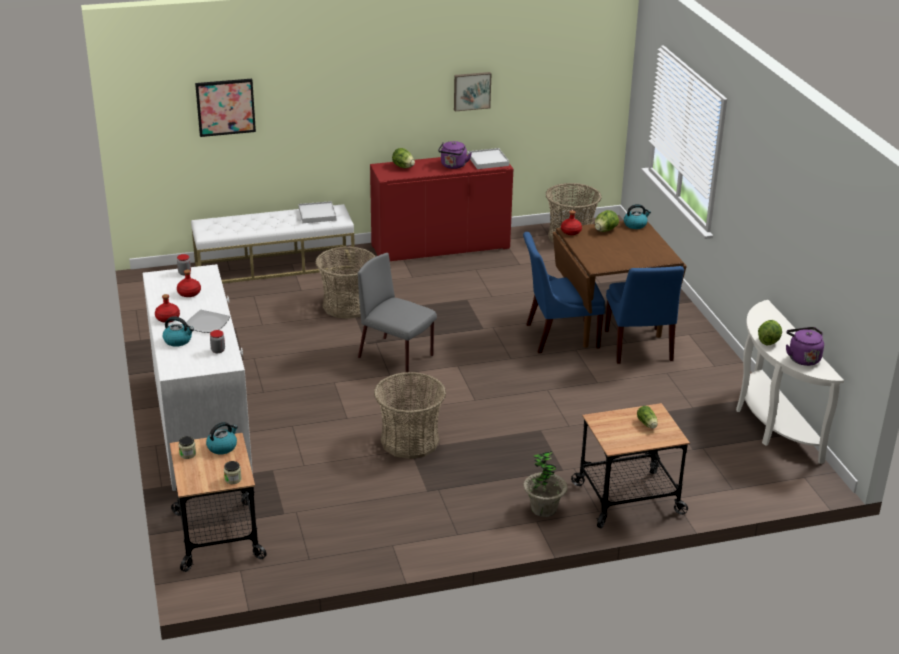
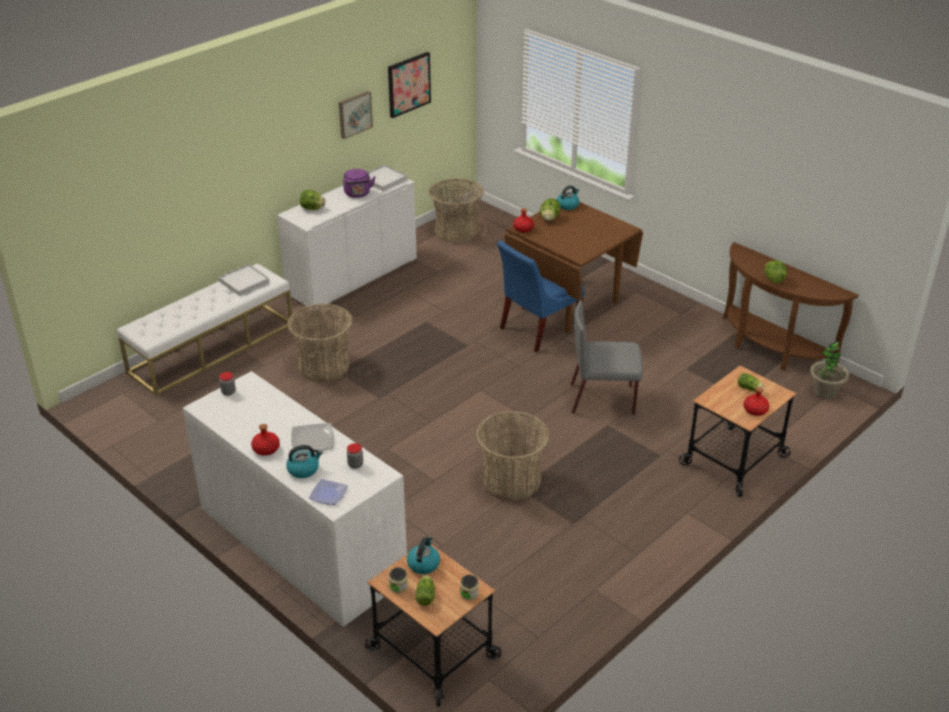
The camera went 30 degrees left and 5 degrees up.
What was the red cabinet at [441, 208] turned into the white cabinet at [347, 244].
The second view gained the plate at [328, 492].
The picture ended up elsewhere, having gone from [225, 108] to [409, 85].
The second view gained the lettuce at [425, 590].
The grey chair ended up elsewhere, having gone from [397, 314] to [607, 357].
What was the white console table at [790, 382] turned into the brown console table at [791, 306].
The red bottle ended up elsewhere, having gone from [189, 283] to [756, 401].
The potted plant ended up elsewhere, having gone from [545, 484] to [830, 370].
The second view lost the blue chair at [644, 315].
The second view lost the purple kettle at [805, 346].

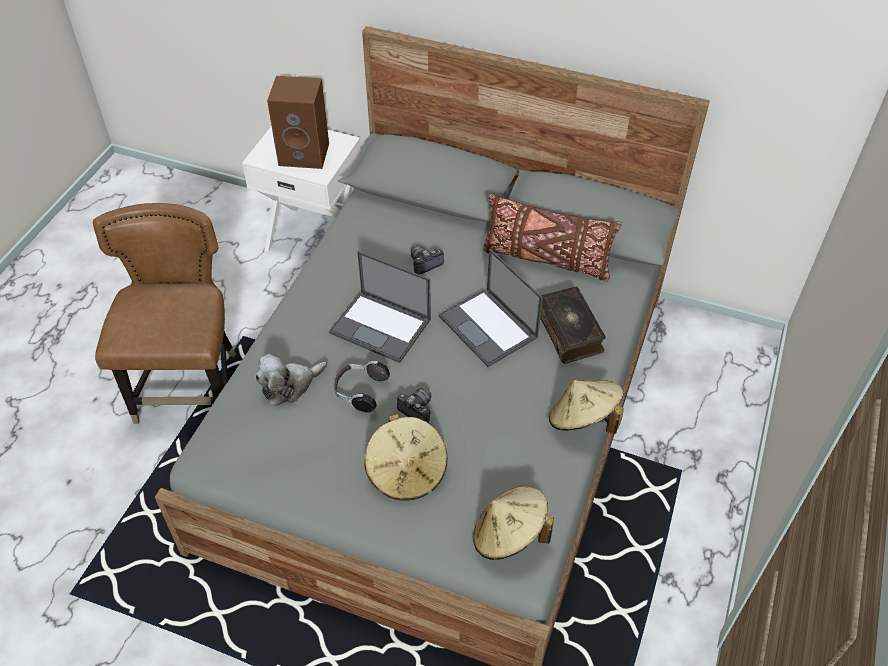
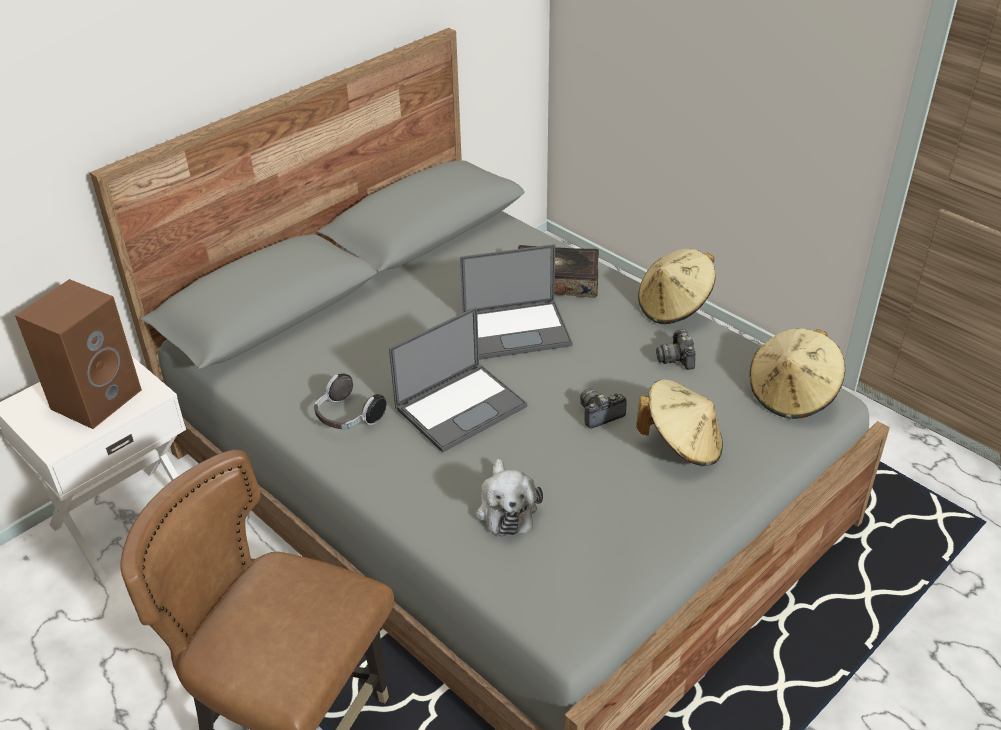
The camera went 65 degrees left and 10 degrees down.
The headphones ended up elsewhere, having gone from [362, 387] to [350, 401].
The photo camera ended up elsewhere, having gone from [427, 260] to [676, 349].
The second view lost the brown pillow at [552, 238].

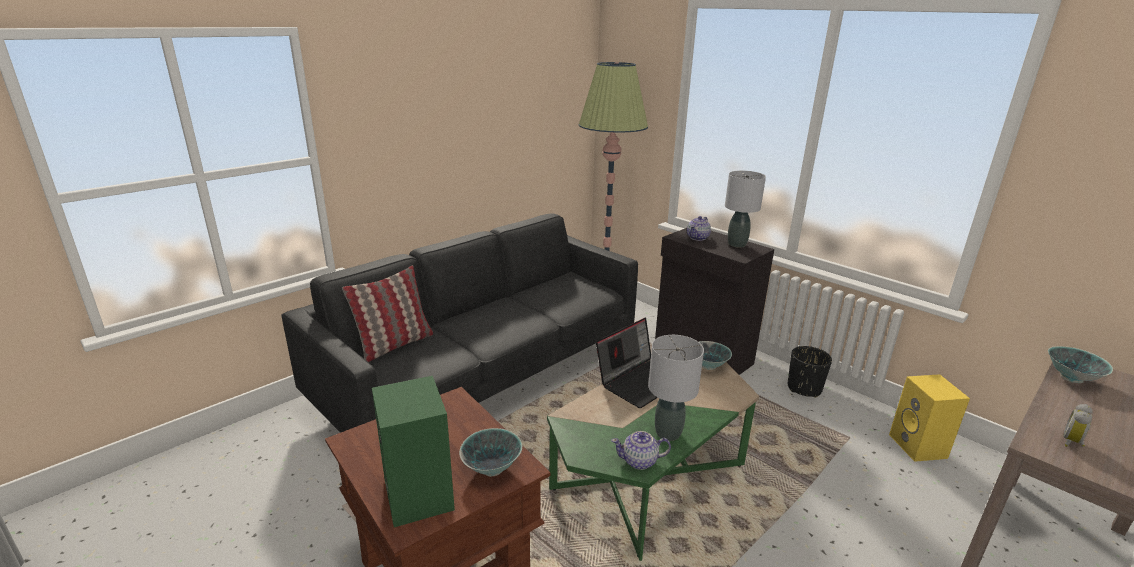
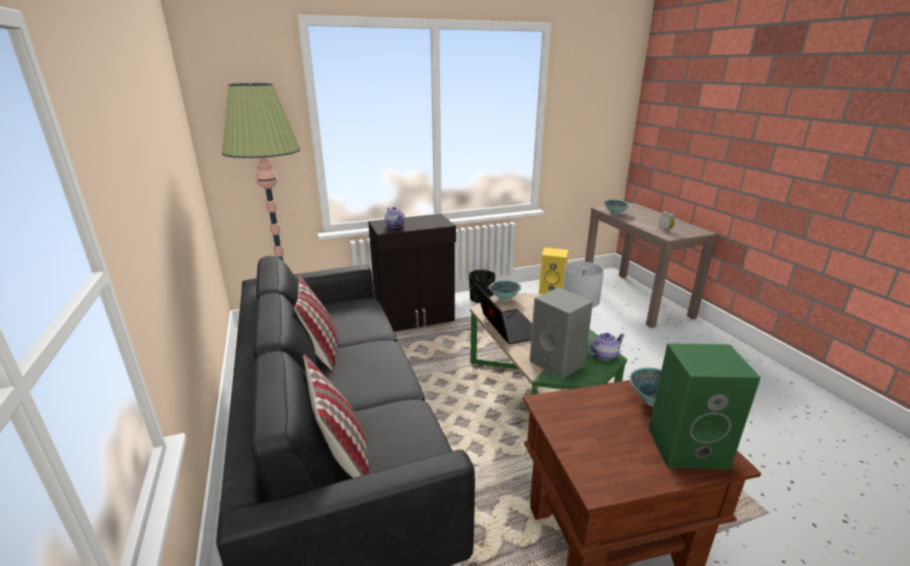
The camera went 65 degrees left and 0 degrees up.
The second view gained the pillow at [316, 322].
The second view gained the grey speaker at [561, 333].
The teapot at [641, 450] ended up facing another way, 135 degrees counterclockwise from before.
The second view lost the grey table lamp at [745, 209].

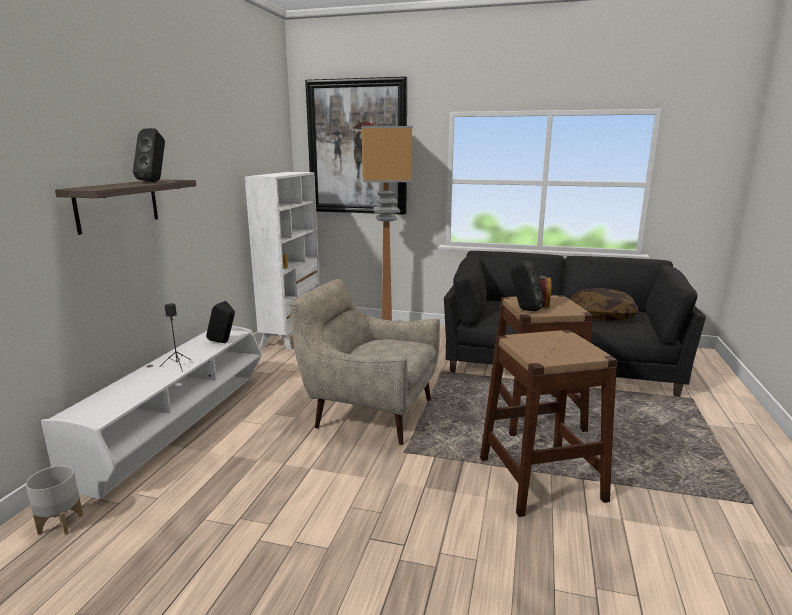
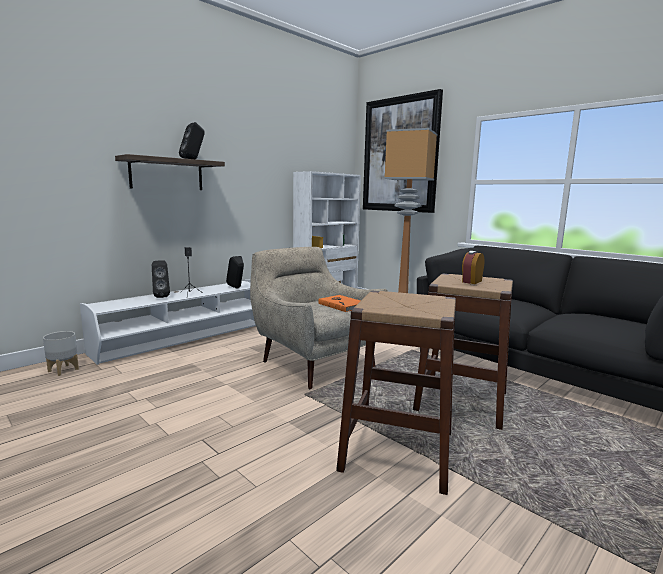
The camera went 30 degrees right and 5 degrees down.
The black speaker ended up elsewhere, having gone from [527, 285] to [161, 279].
The second view gained the orange book at [339, 303].
The second view lost the pillow at [605, 304].

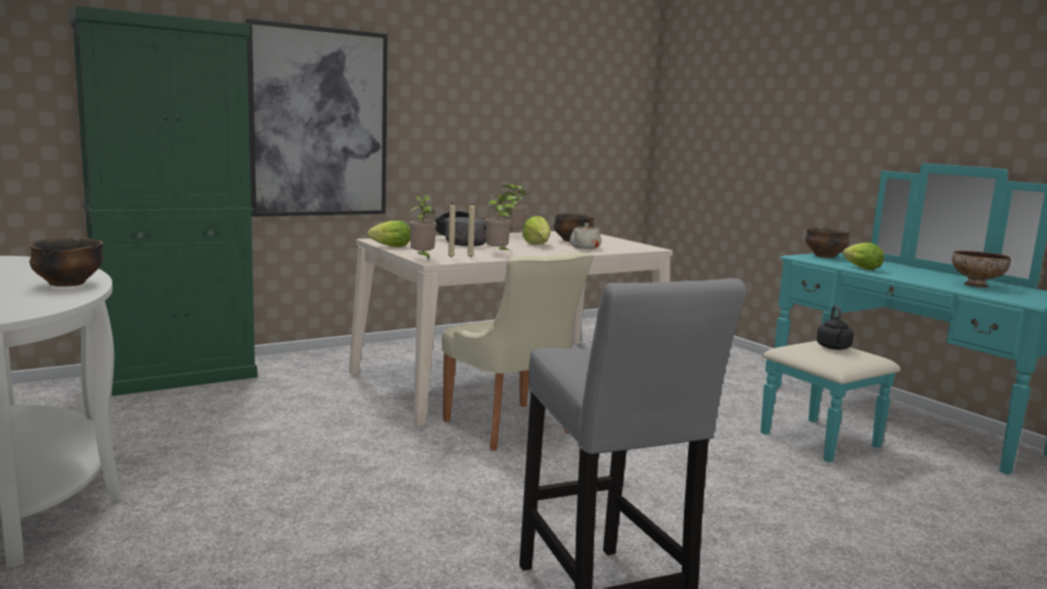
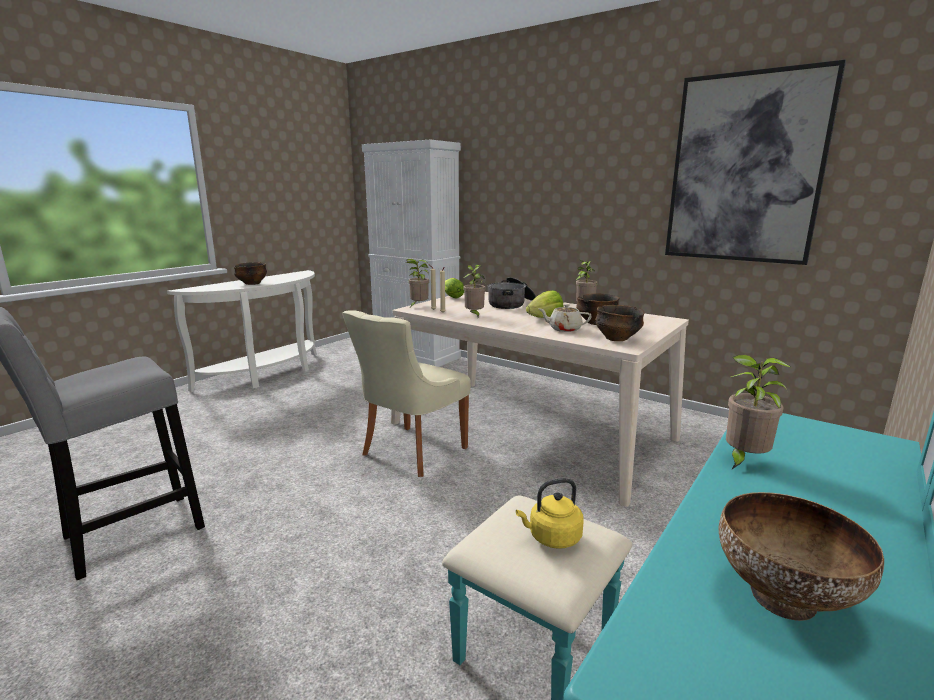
The camera went 70 degrees right and 5 degrees up.
What was the green cabinet at [163, 200] turned into the white cabinet at [411, 253].
What was the black kettle at [835, 327] turned into the yellow kettle at [550, 513].
The bowl ended up elsewhere, having gone from [827, 242] to [620, 323].
The picture ended up elsewhere, having gone from [317, 118] to [755, 162].
Where the lettuce stood at [863, 256], the potted plant came to stand at [758, 412].

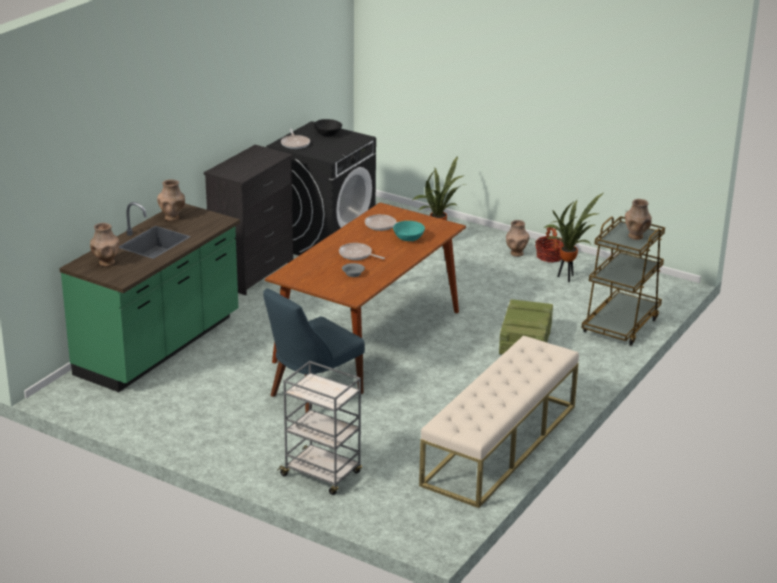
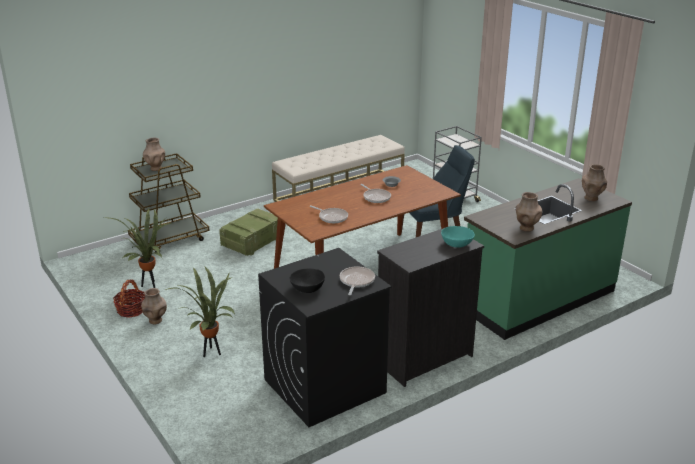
The camera went 155 degrees left and 0 degrees up.
The turquoise bowl ended up elsewhere, having gone from [409, 231] to [458, 237].

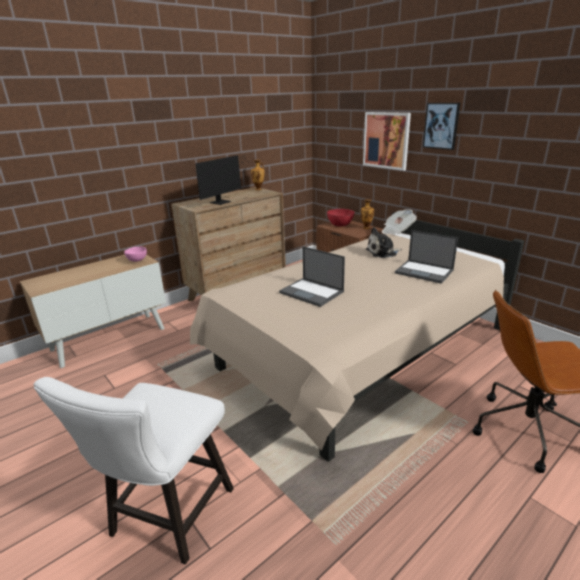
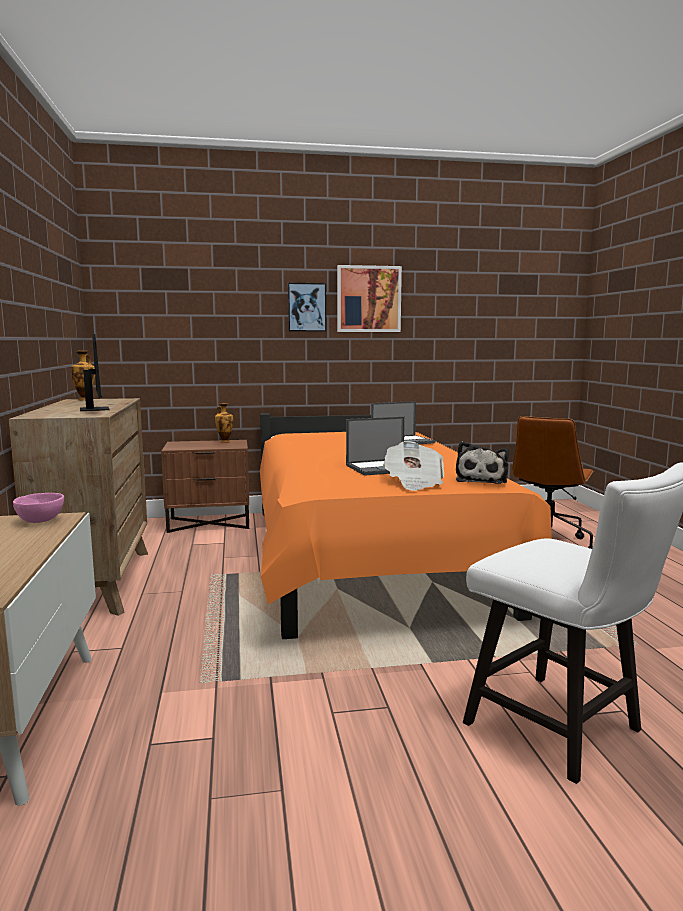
The camera went 60 degrees left and 15 degrees down.
What was the beige bed at [357, 337] turned into the orange bed at [406, 526].
The picture ended up elsewhere, having gone from [387, 141] to [369, 298].
The newspaper ended up elsewhere, having gone from [399, 221] to [413, 466].
The plush toy ended up elsewhere, having gone from [384, 242] to [482, 462].
The second view lost the red bowl at [341, 217].

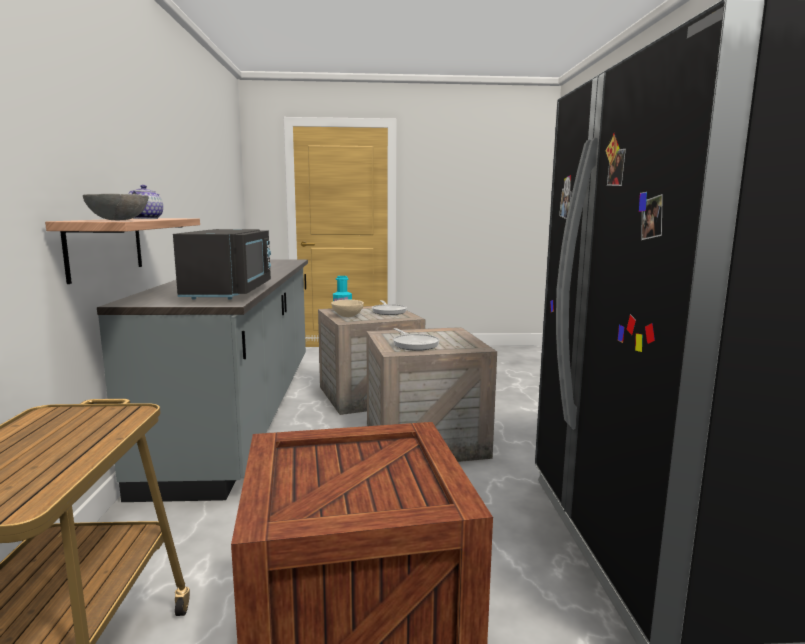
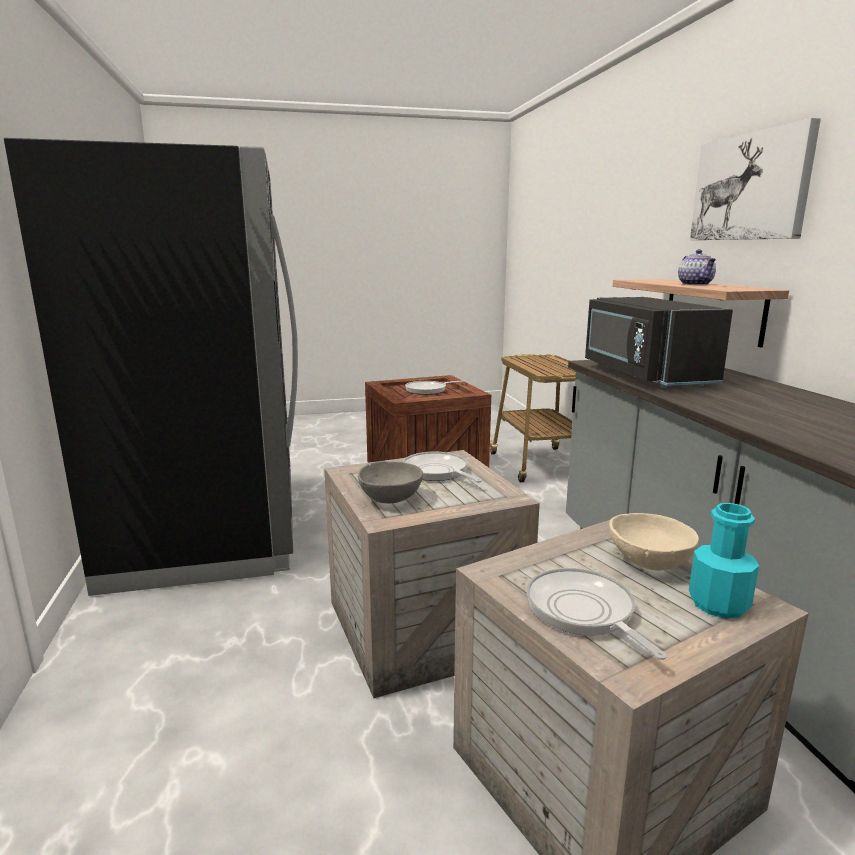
The camera went 170 degrees right and 5 degrees up.
The grey bowl ended up elsewhere, having gone from [116, 207] to [390, 482].
The second view gained the frying pan at [435, 387].
The second view gained the picture at [755, 179].

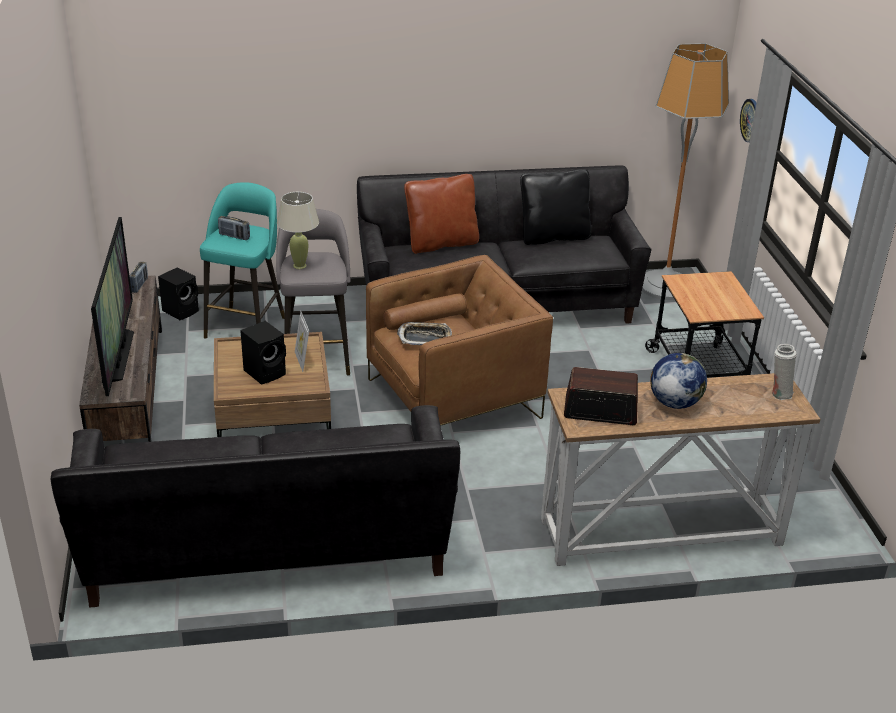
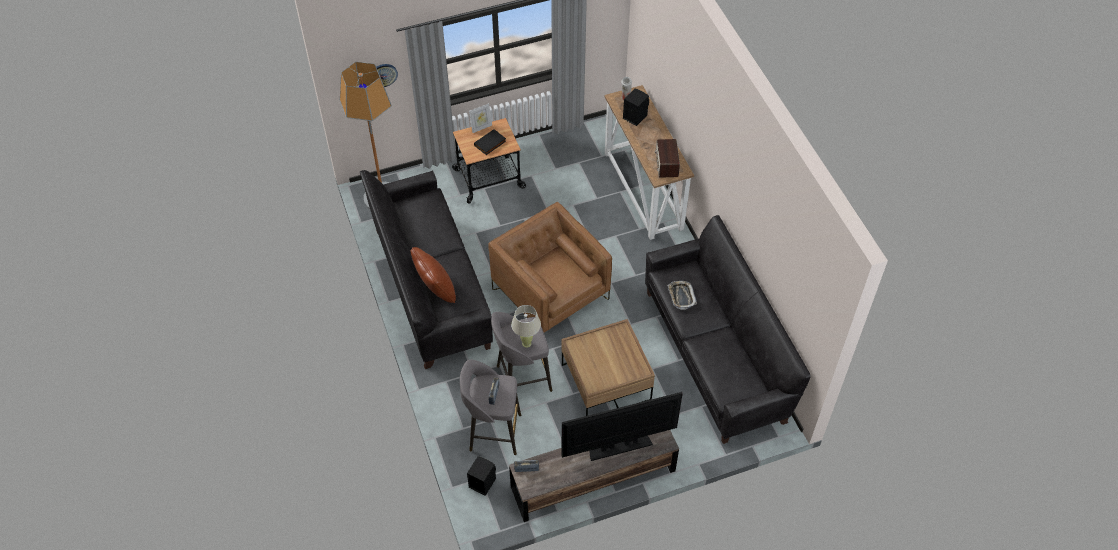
The camera went 100 degrees left and 20 degrees up.
What was the turquoise stool at [242, 260] turned into the grey stool at [490, 407].
The picture frame ended up elsewhere, having gone from [302, 341] to [480, 118].
The second view gained the black book at [490, 142].
The black speaker ended up elsewhere, having gone from [263, 353] to [636, 107].
The tray ended up elsewhere, having gone from [424, 333] to [682, 295].
The second view lost the black pillow at [555, 207].
The second view lost the globe at [678, 381].

